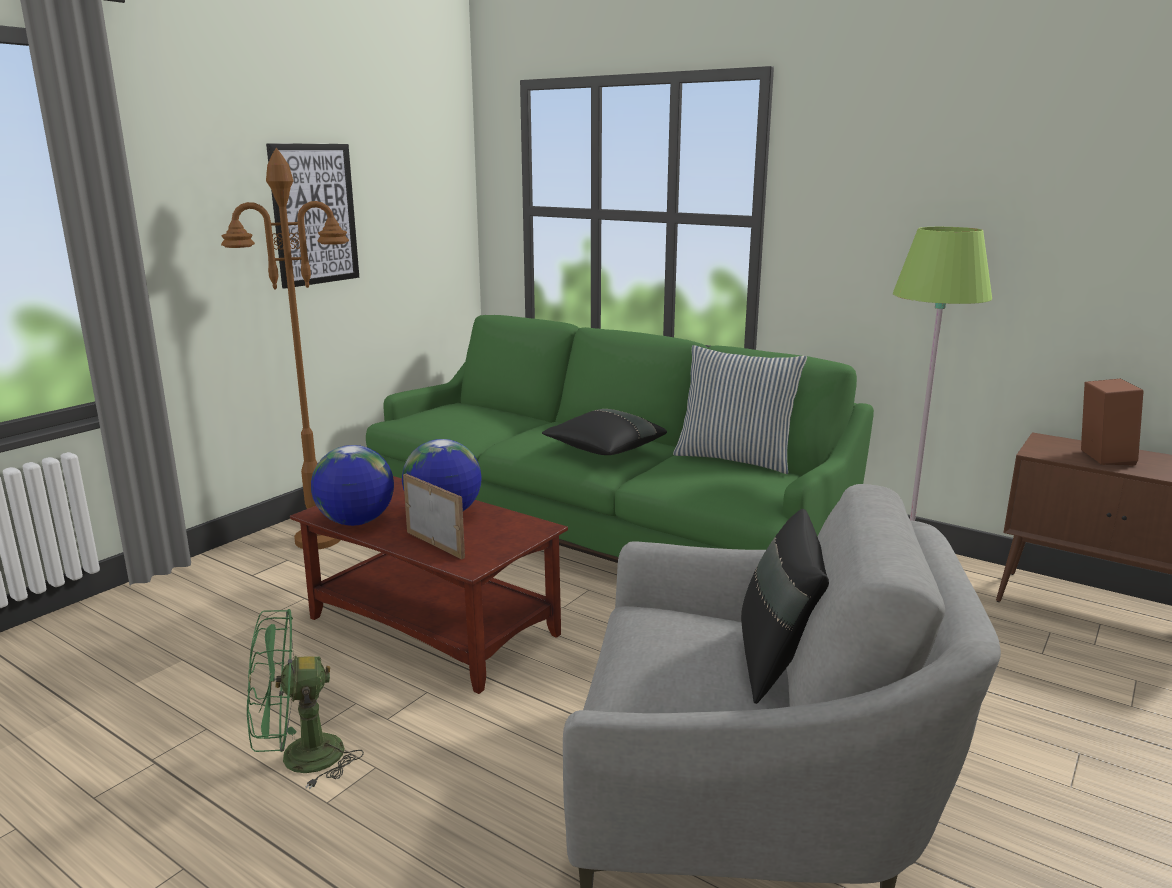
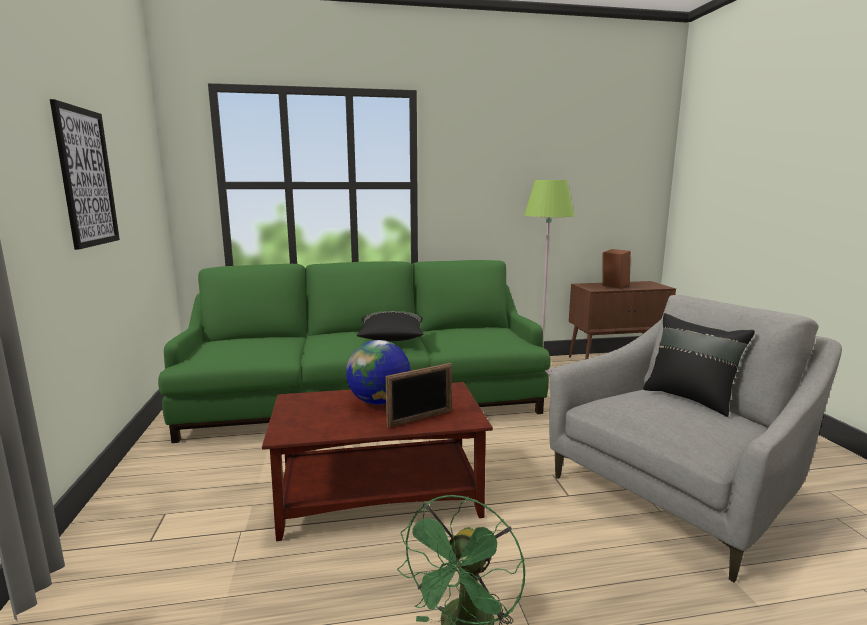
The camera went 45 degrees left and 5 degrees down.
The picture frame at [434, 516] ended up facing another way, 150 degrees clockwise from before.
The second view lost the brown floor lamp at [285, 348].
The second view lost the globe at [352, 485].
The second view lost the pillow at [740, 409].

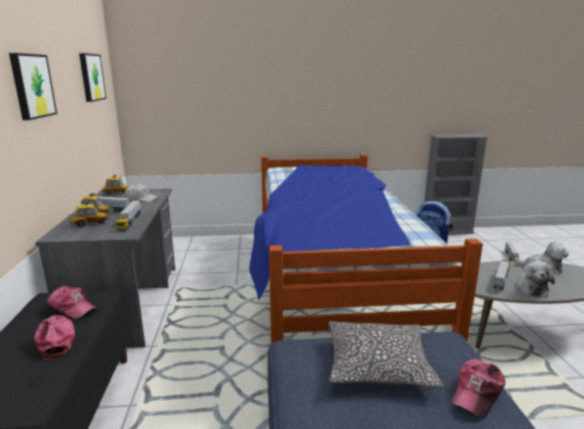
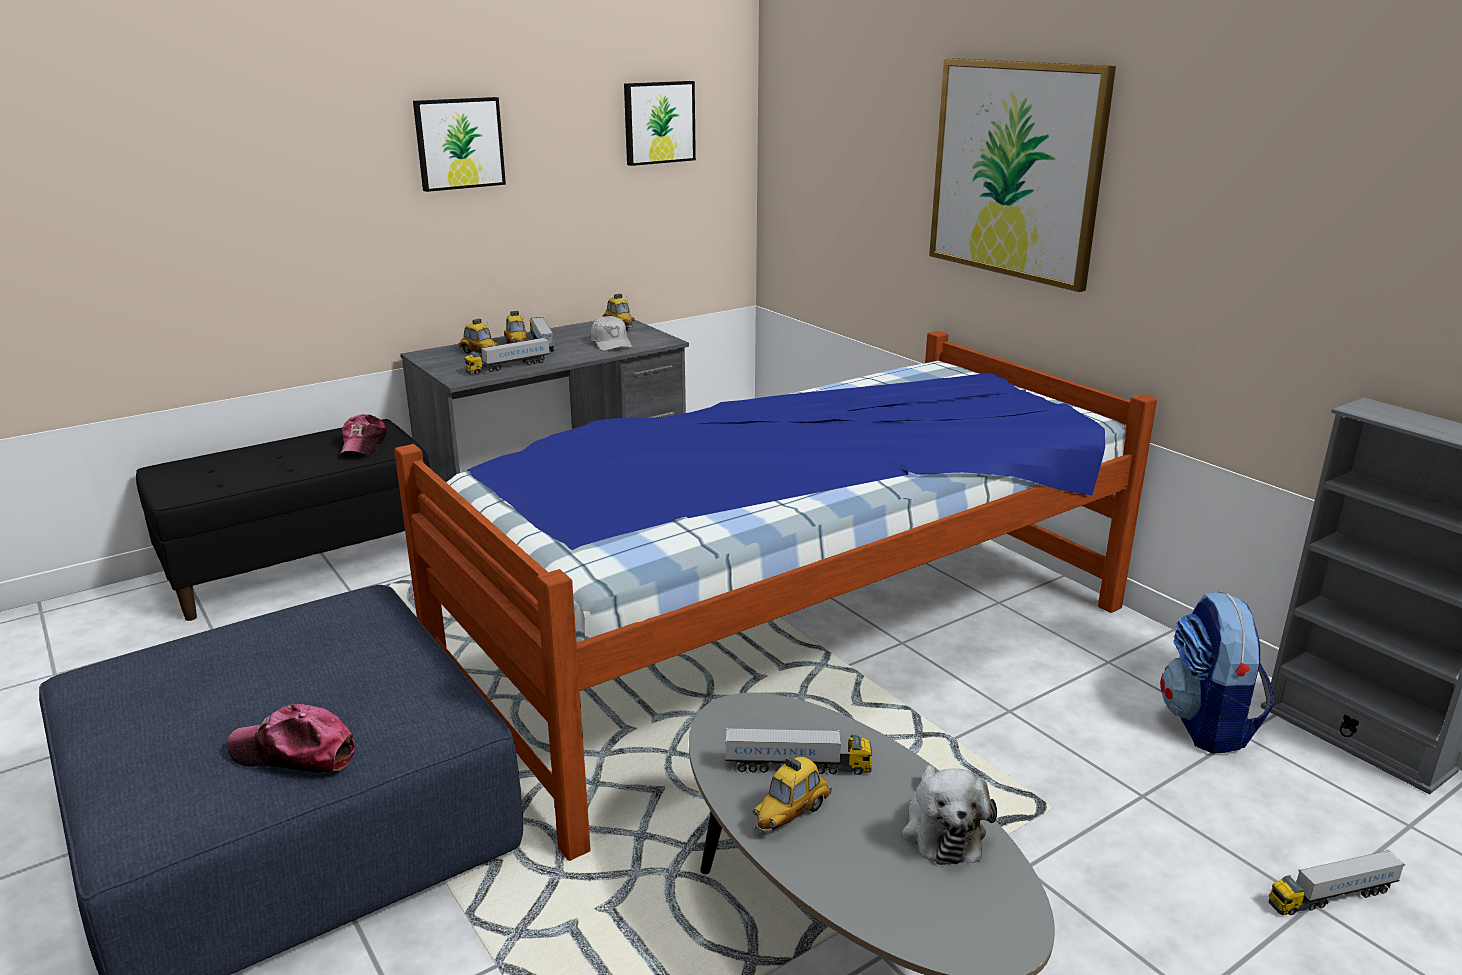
The camera went 60 degrees right and 5 degrees up.
Where the plush toy stood at [535, 279], the toy car came to stand at [792, 795].
The second view gained the picture at [1022, 175].
The second view lost the cap at [54, 337].
The second view lost the pillow at [386, 355].

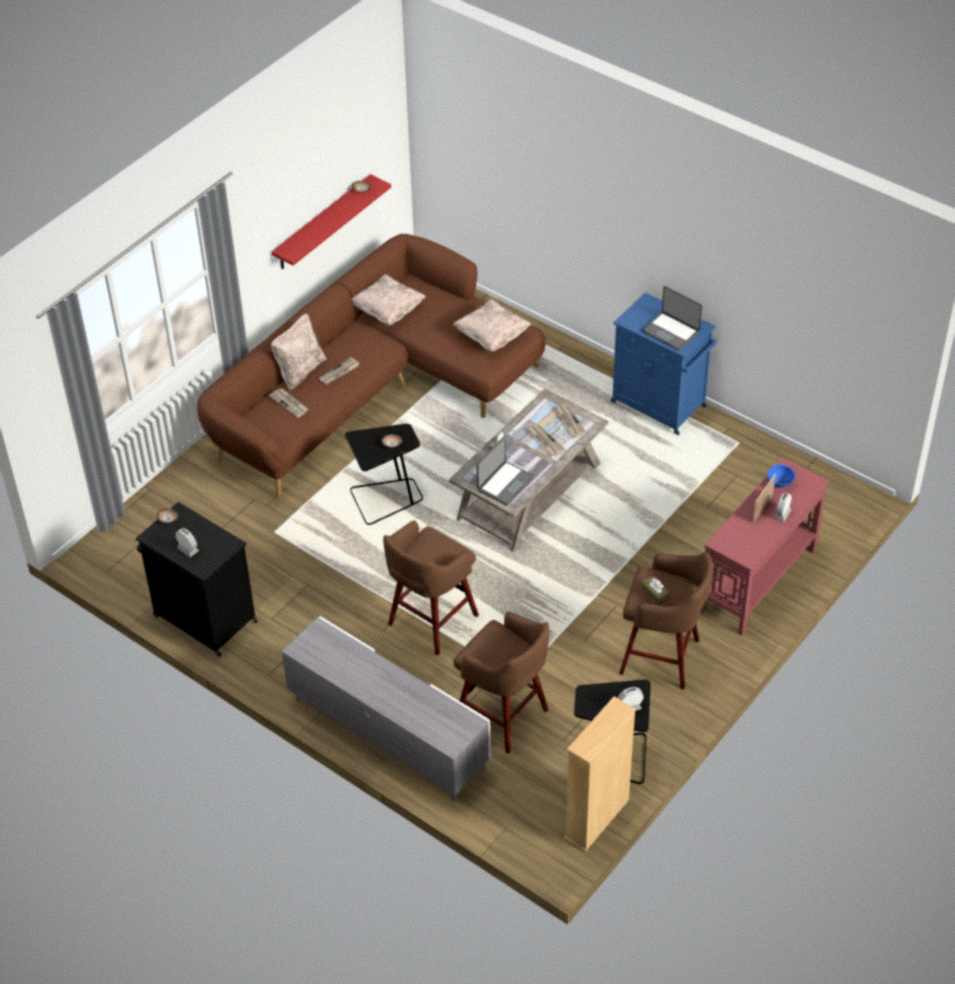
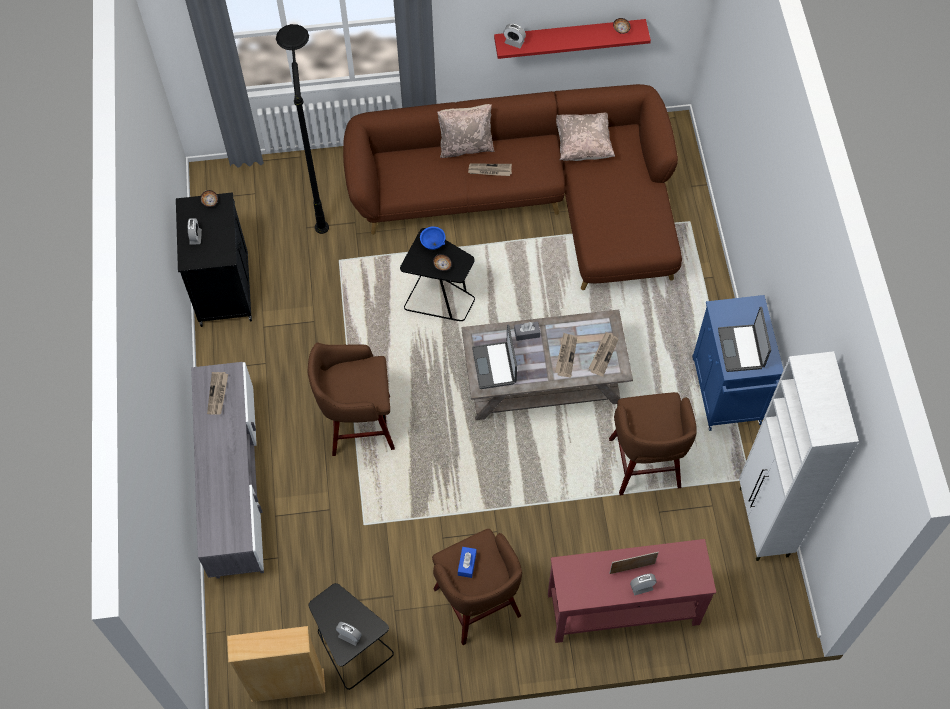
The camera went 45 degrees right and 15 degrees up.
The newspaper ended up elsewhere, having gone from [288, 403] to [217, 393].
The second view gained the black floor lamp at [302, 129].
The blue bowl ended up elsewhere, having gone from [781, 476] to [433, 238].
What was the brown tissue box at [655, 591] turned into the blue tissue box at [467, 562].
The laptop at [505, 471] ended up facing another way, 90 degrees clockwise from before.
The second view gained the alarm clock at [514, 36].
The brown stool ended up elsewhere, having gone from [501, 683] to [653, 443].
The second view gained the white cabinet at [799, 456].
The second view lost the beige pillow at [492, 325].

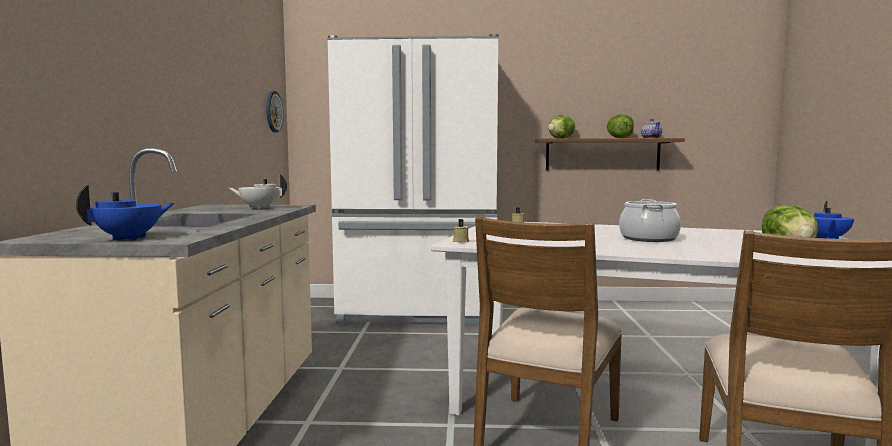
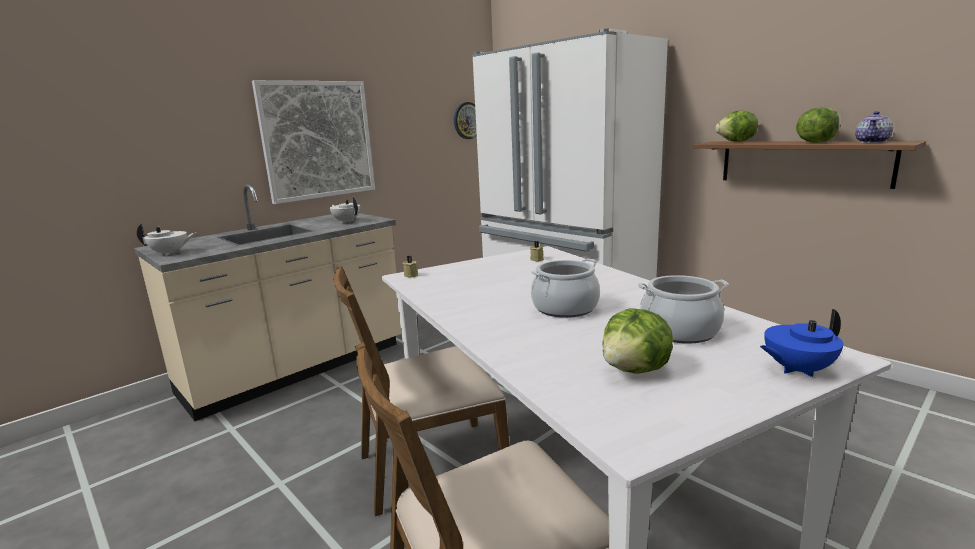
The camera went 45 degrees right and 10 degrees up.
What was the blue teapot at [125, 212] turned into the white teapot at [166, 240].
The second view gained the picture at [313, 142].
The second view gained the cooking pot at [683, 309].

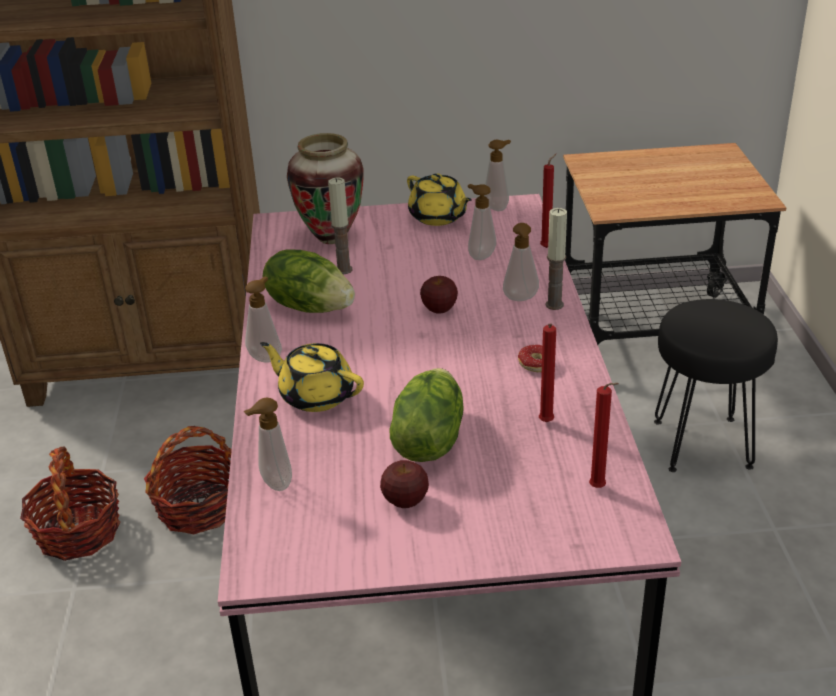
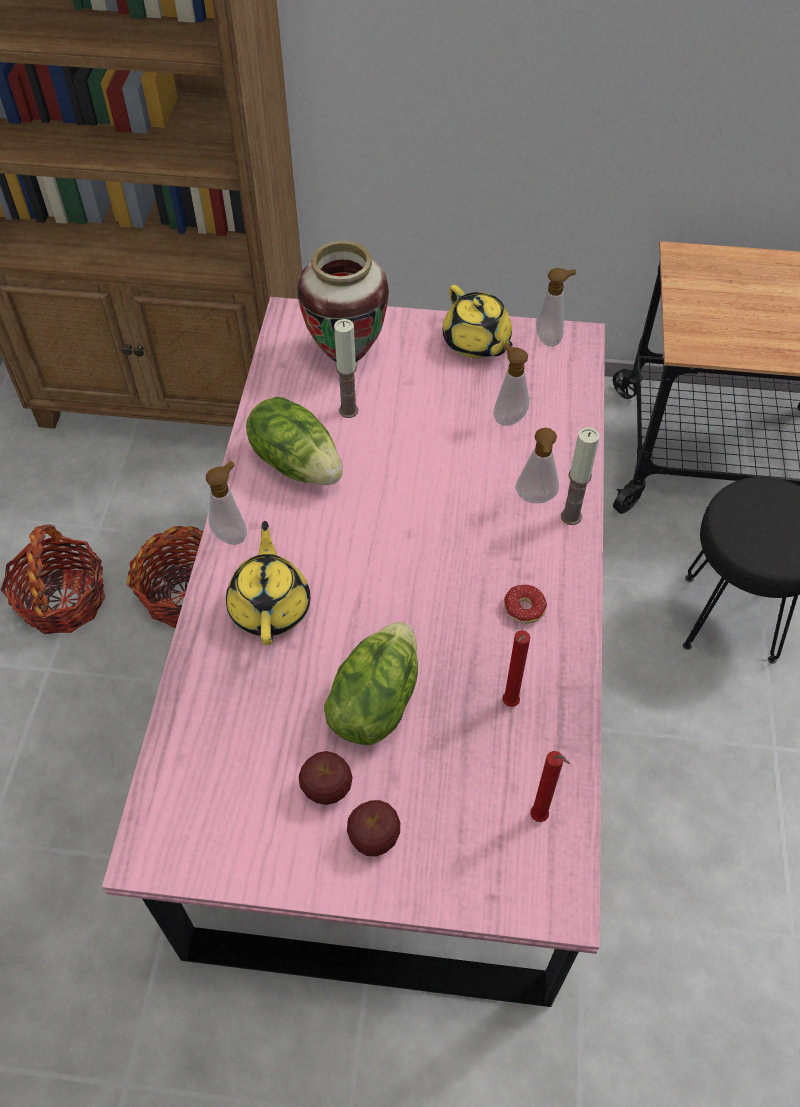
The camera went 10 degrees right and 20 degrees up.
The yellow teapot at [312, 377] ended up facing another way, 45 degrees clockwise from before.
The apple ended up elsewhere, having gone from [439, 295] to [373, 828].
The second view lost the soap dispenser at [268, 444].
The second view lost the red candle at [548, 201].

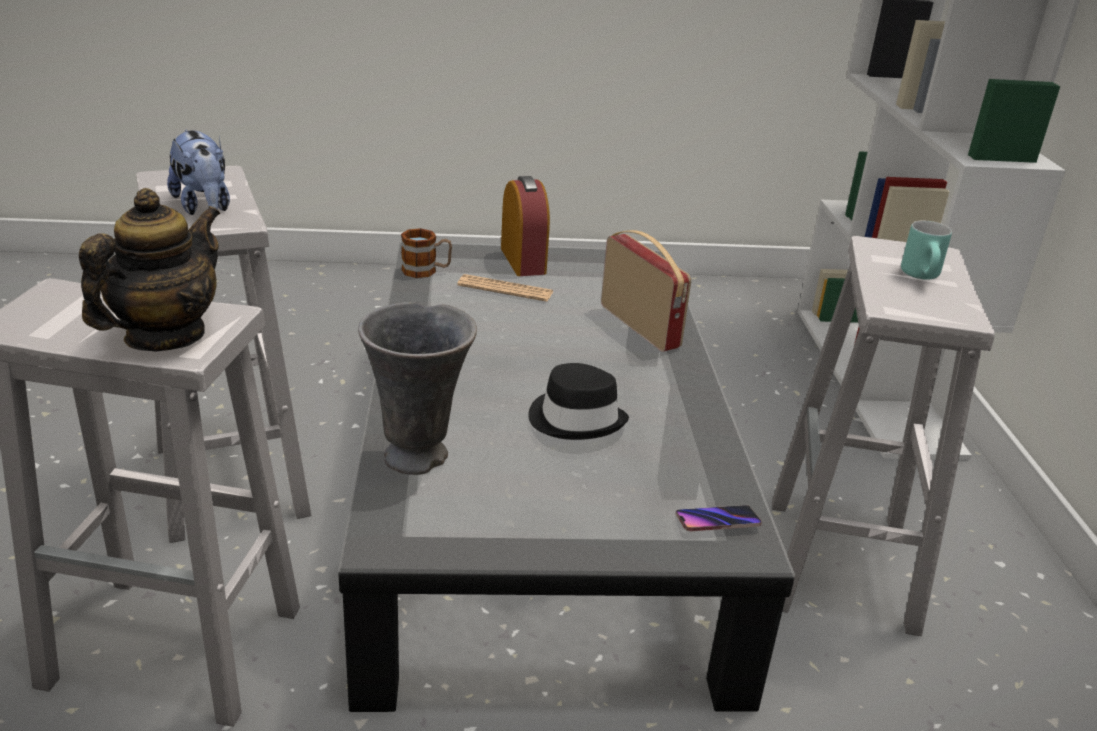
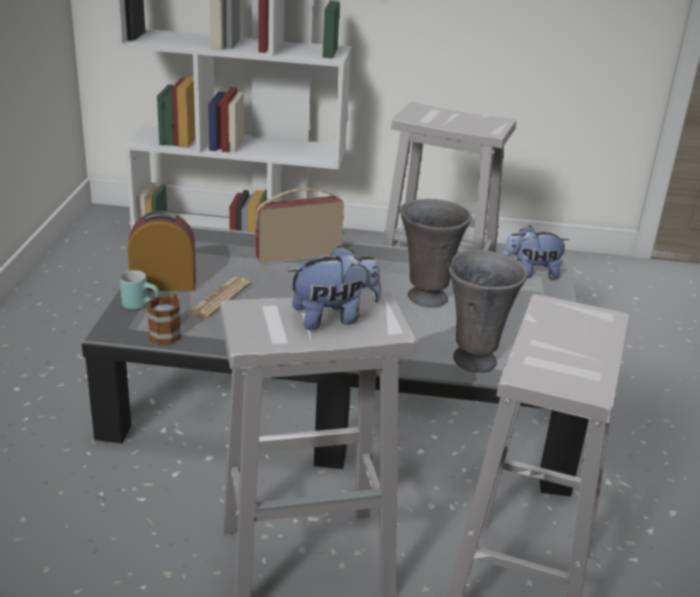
The camera went 80 degrees left and 0 degrees up.
The turquoise mug ended up elsewhere, having gone from [926, 250] to [139, 290].
Where the black hat stood at [578, 401], the grey vase came to stand at [436, 253].
Where the phone stood at [719, 518], the plush toy came to stand at [536, 252].
The second view lost the teapot at [150, 270].

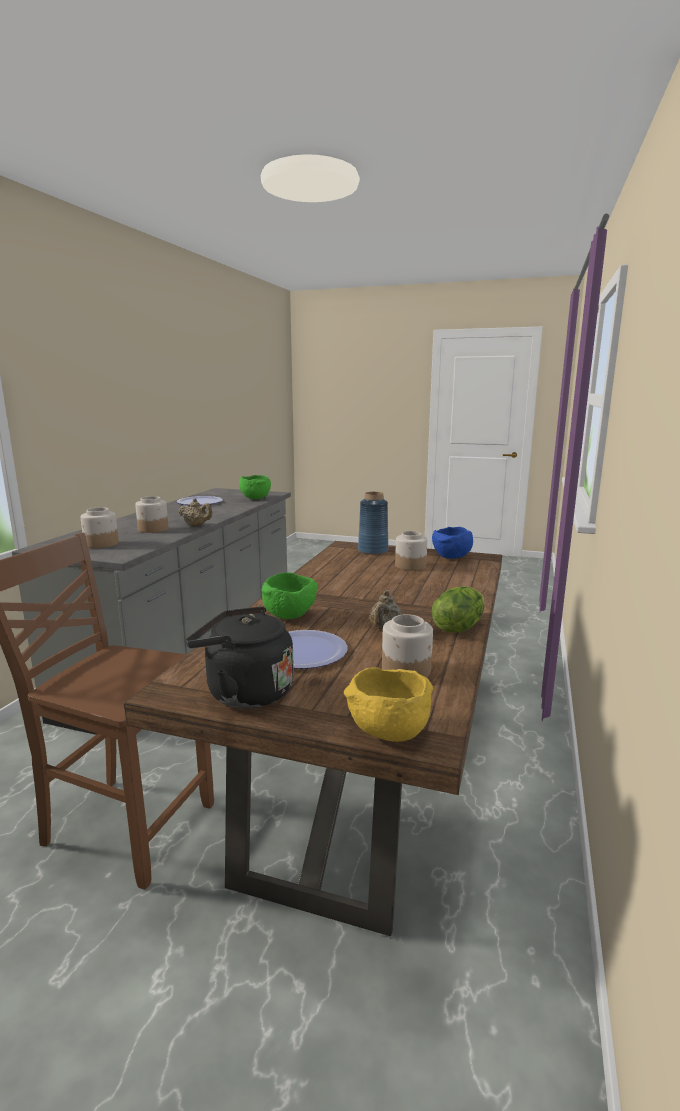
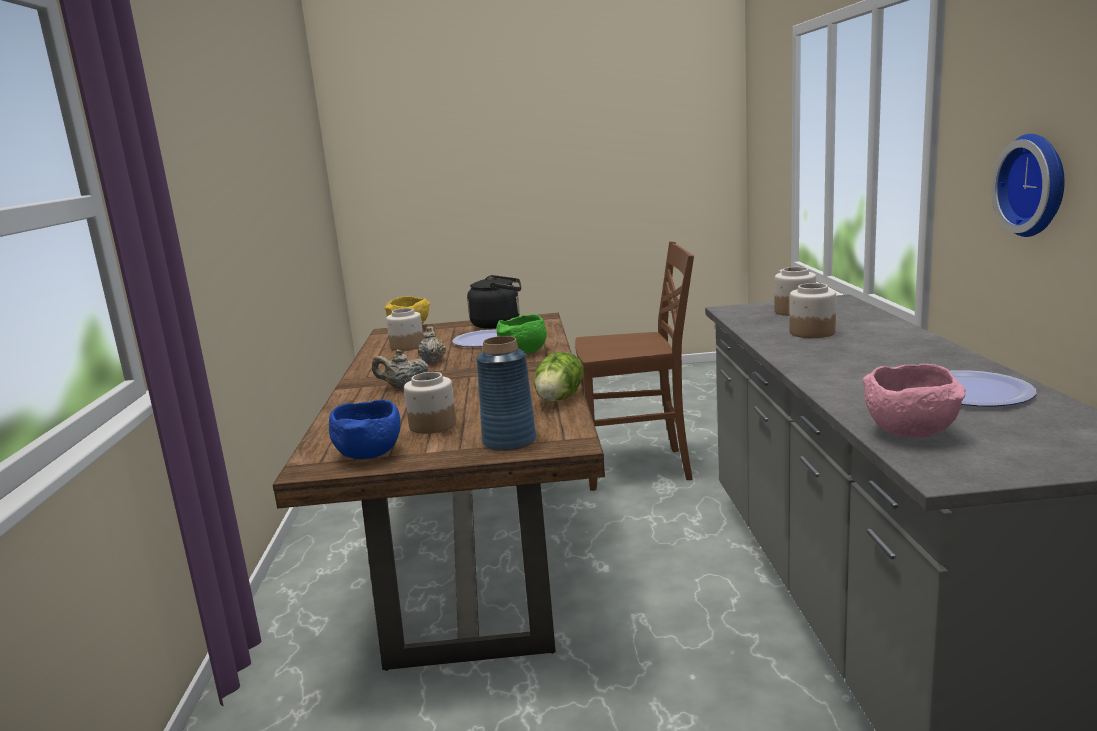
The camera went 160 degrees right and 0 degrees up.
The beige teapot ended up elsewhere, having gone from [195, 512] to [400, 369].
The lettuce ended up elsewhere, having gone from [458, 609] to [559, 376].
What was the green bowl at [255, 487] turned into the pink bowl at [914, 401].
The second view gained the wall clock at [1028, 185].

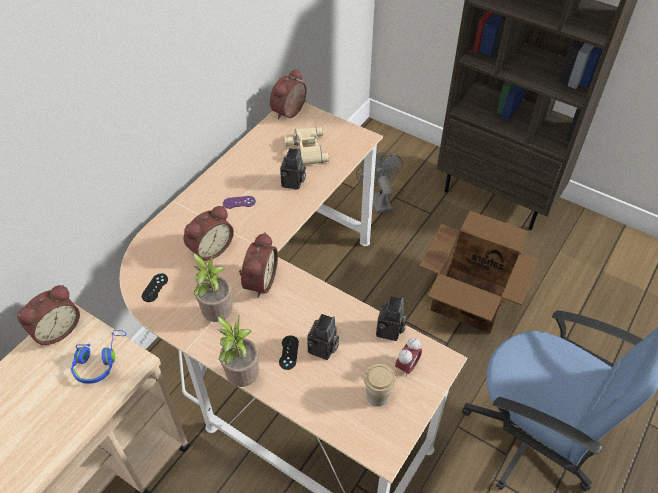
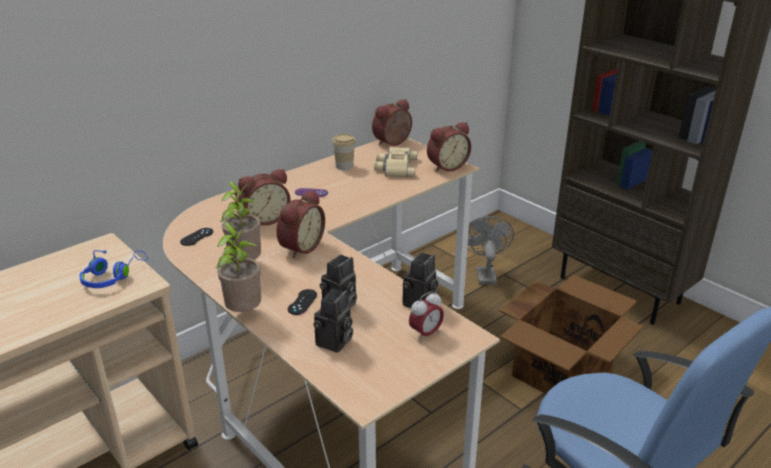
The camera went 15 degrees right and 20 degrees down.
The photo camera ended up elsewhere, having gone from [293, 169] to [333, 321].
The cup ended up elsewhere, having gone from [380, 385] to [344, 152].
The alarm clock ended up elsewhere, having gone from [48, 315] to [449, 147].

